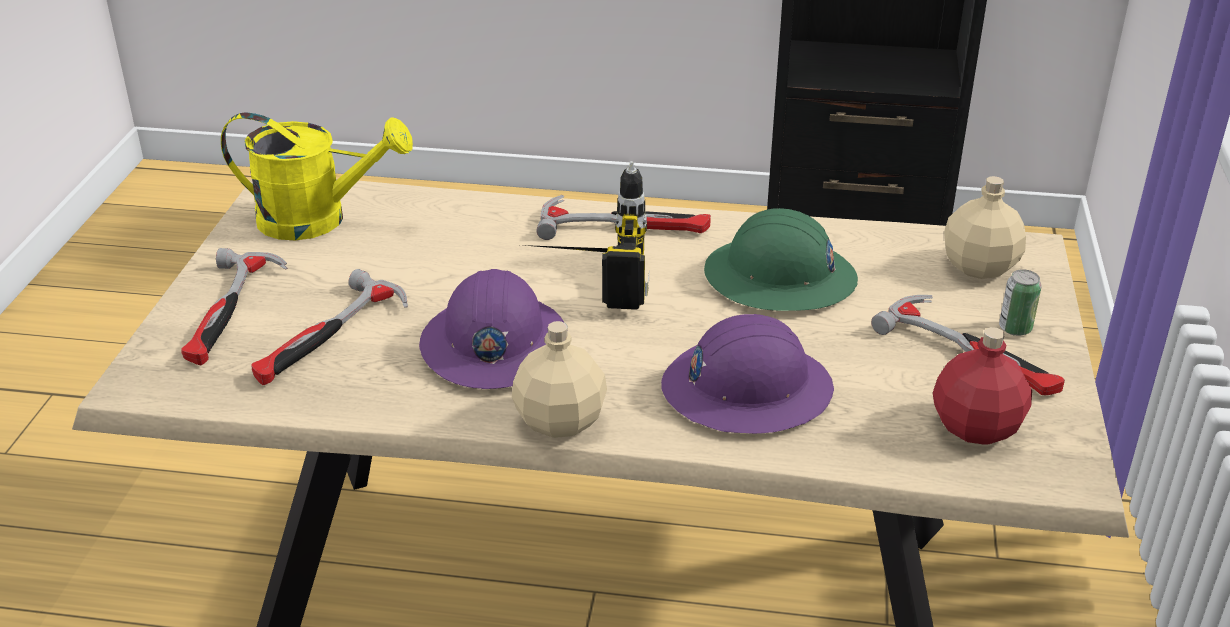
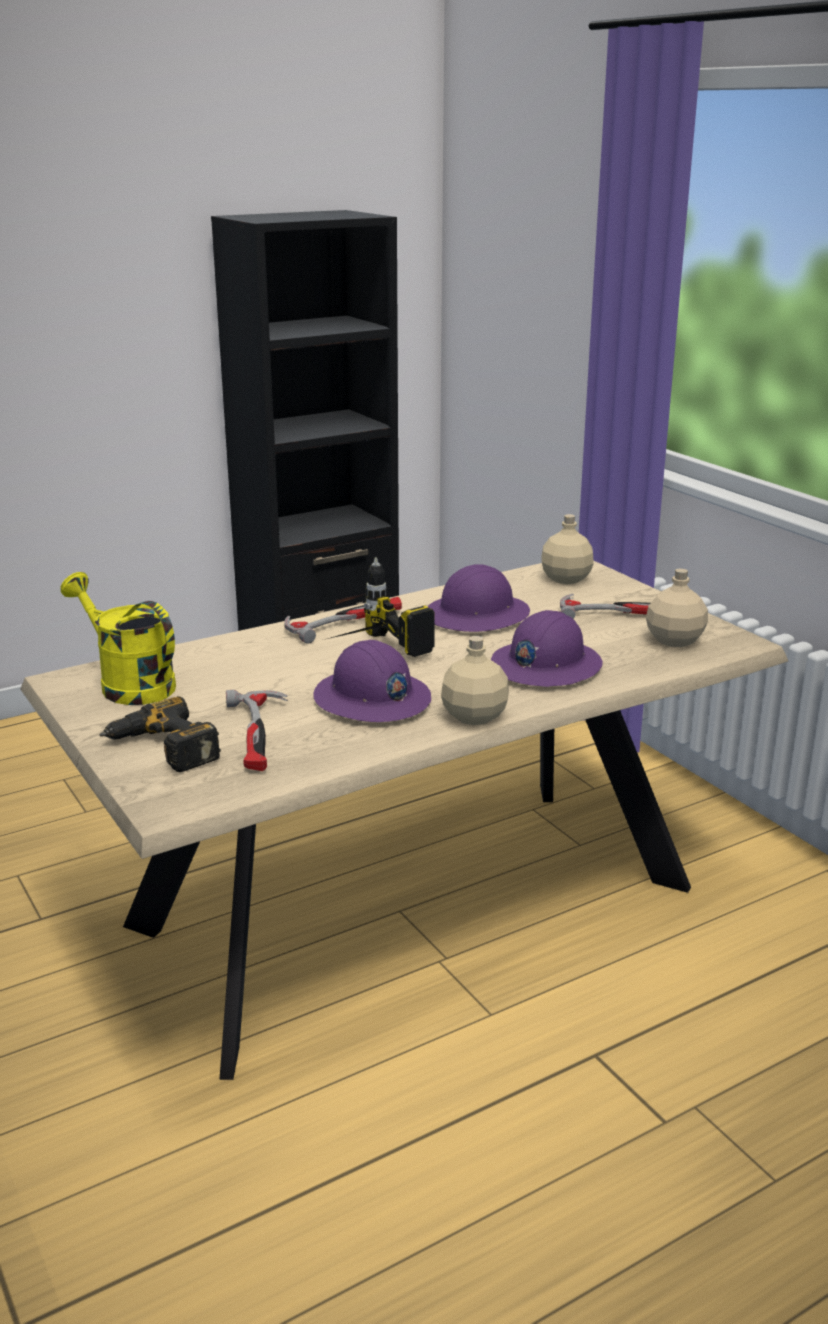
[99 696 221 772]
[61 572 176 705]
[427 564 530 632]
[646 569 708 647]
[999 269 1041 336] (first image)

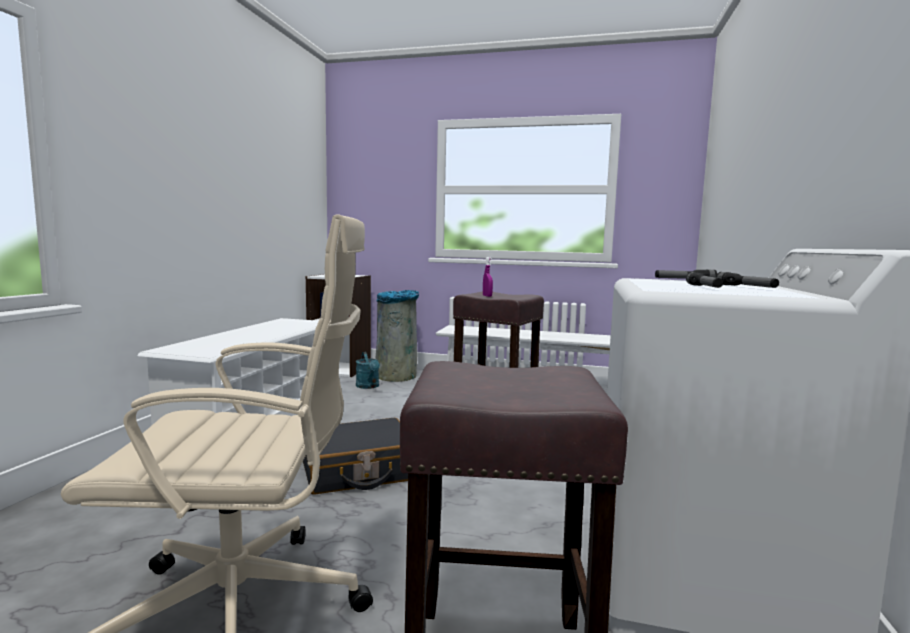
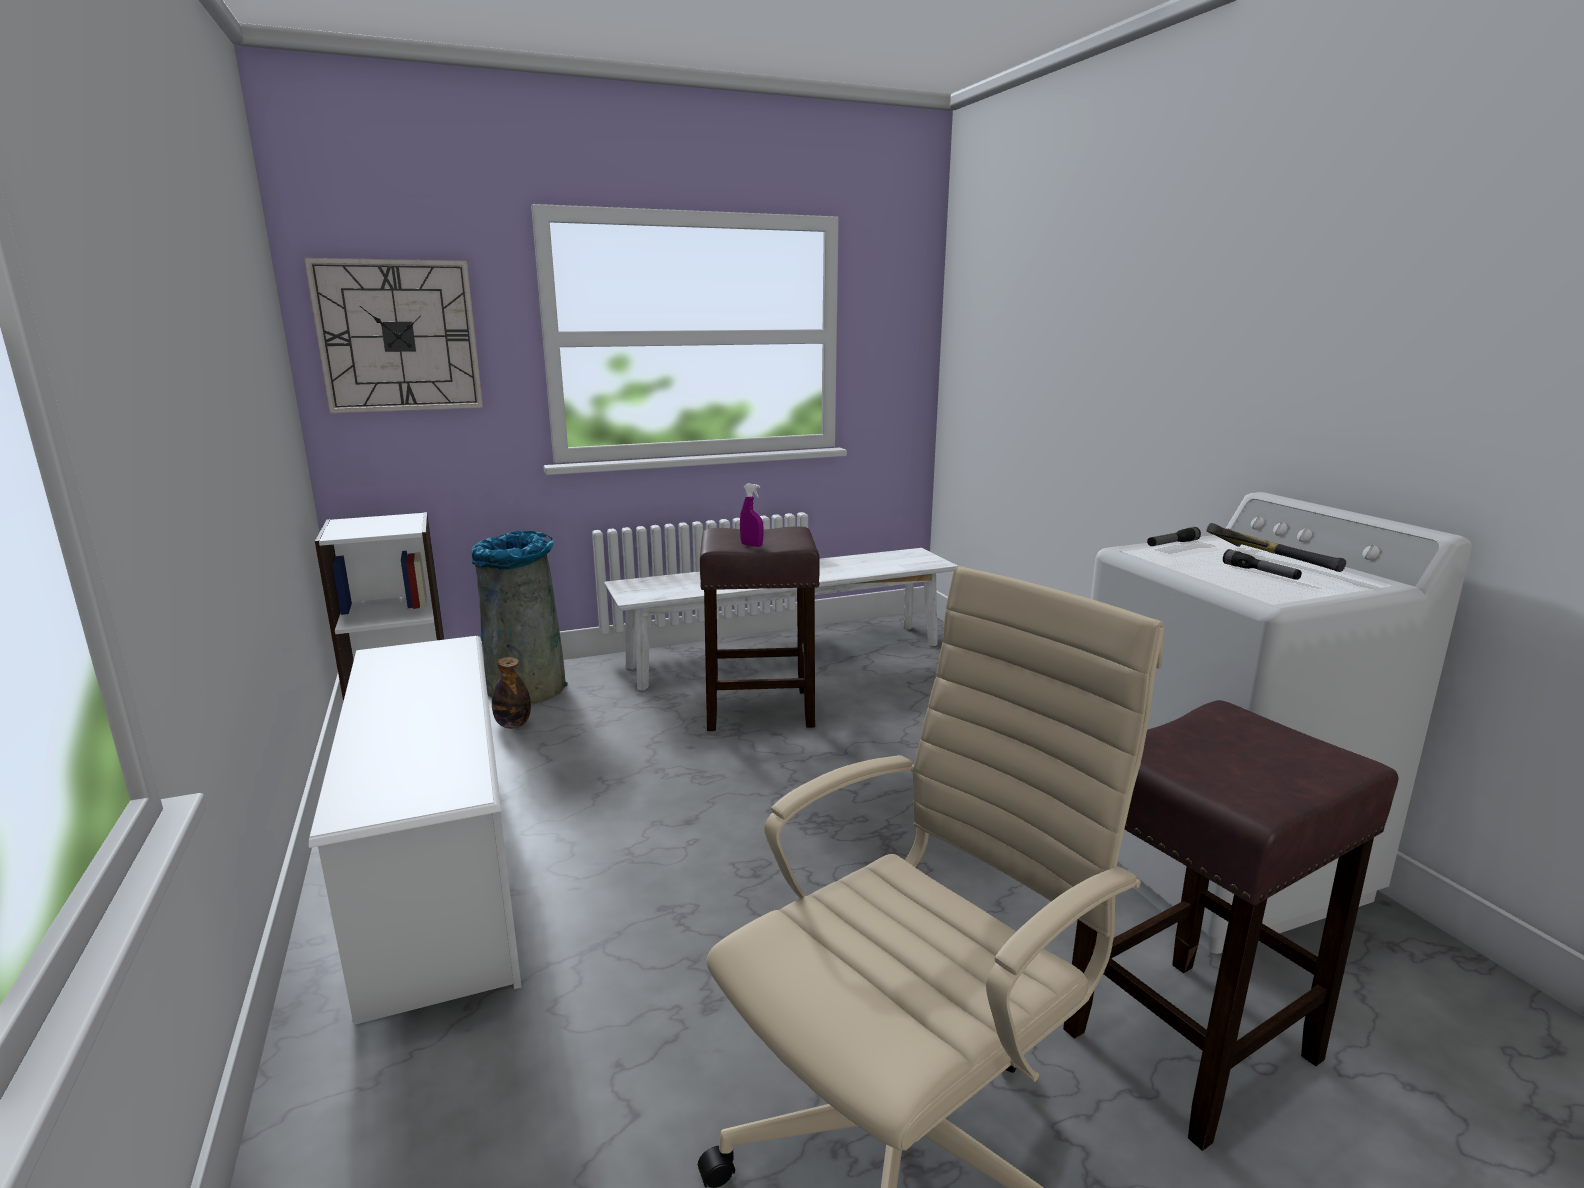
[303 418 408 495] (first image)
[492 657 531 729]
[1206 523 1346 572]
[304 258 483 413]

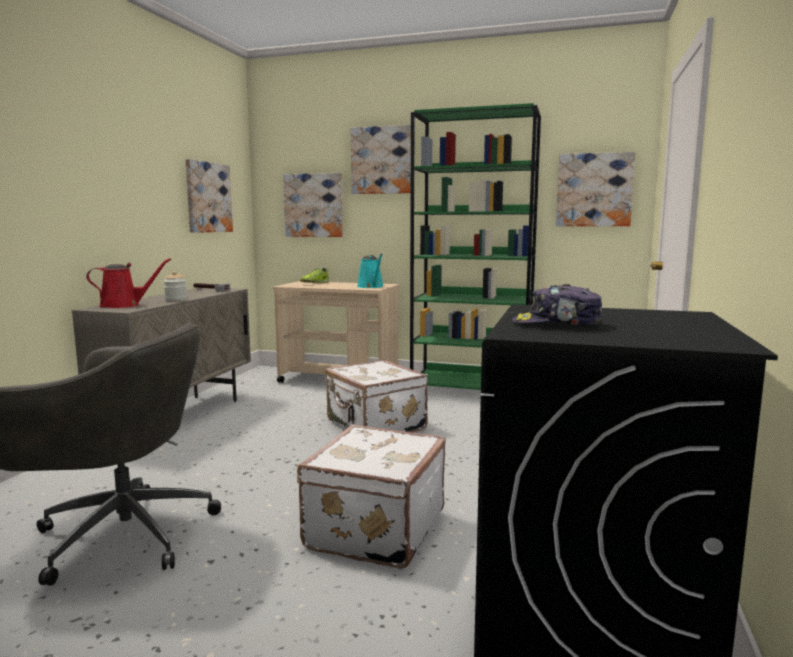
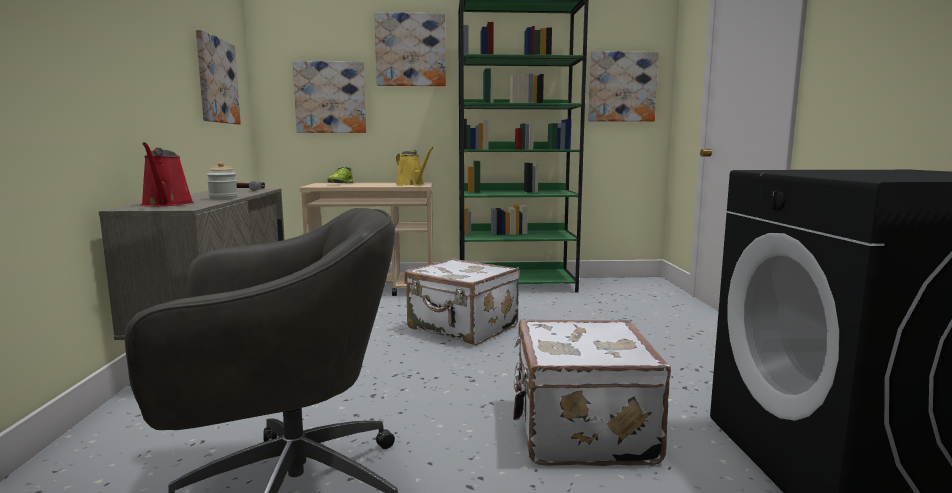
[141 142 194 206]
[396 147 434 186]
[512 284 603 326] (first image)

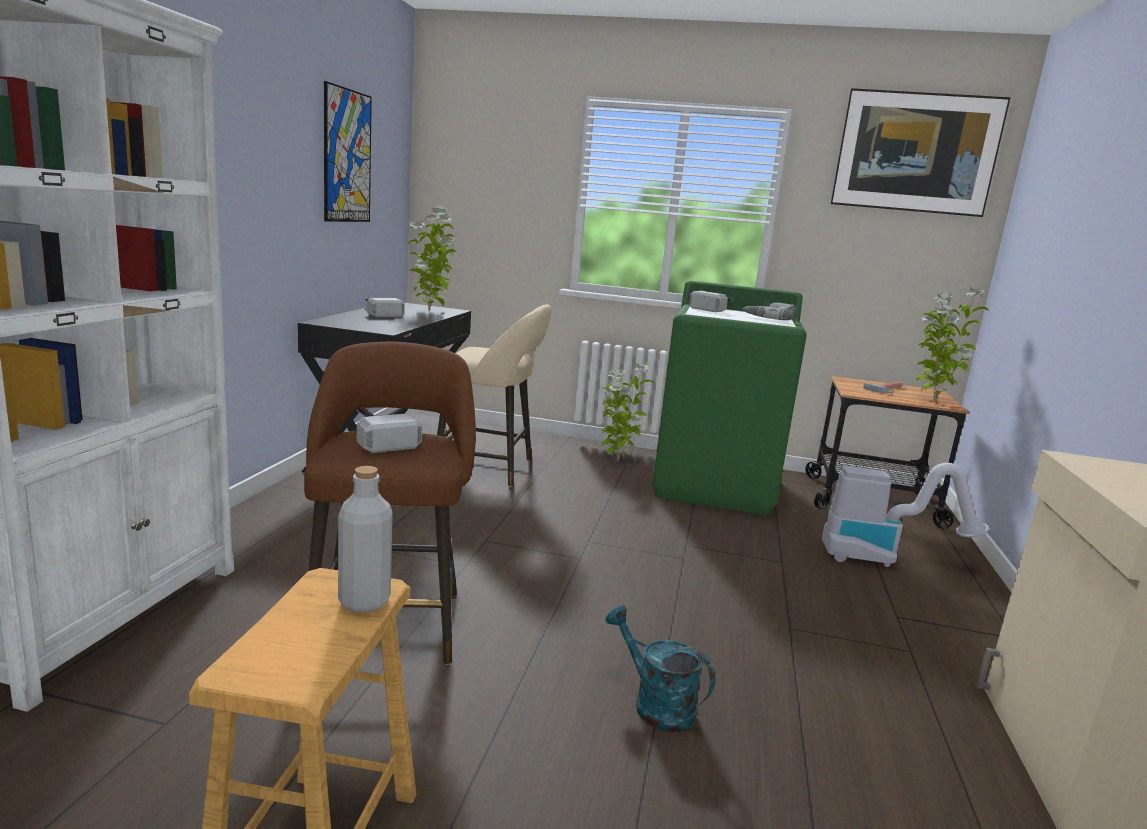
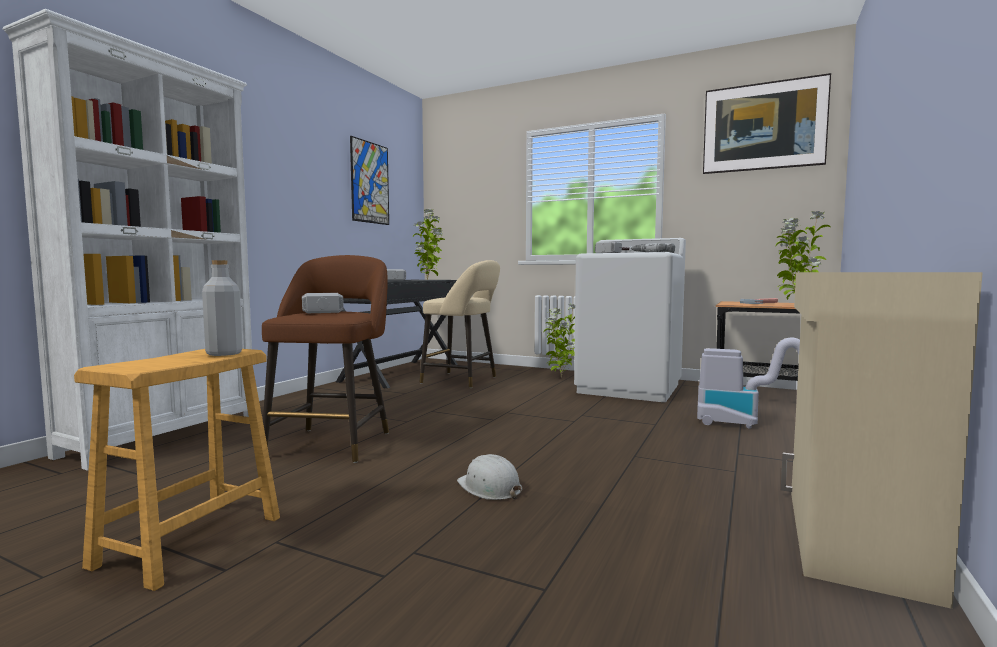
[457 454 522 500]
[574 238 686 402]

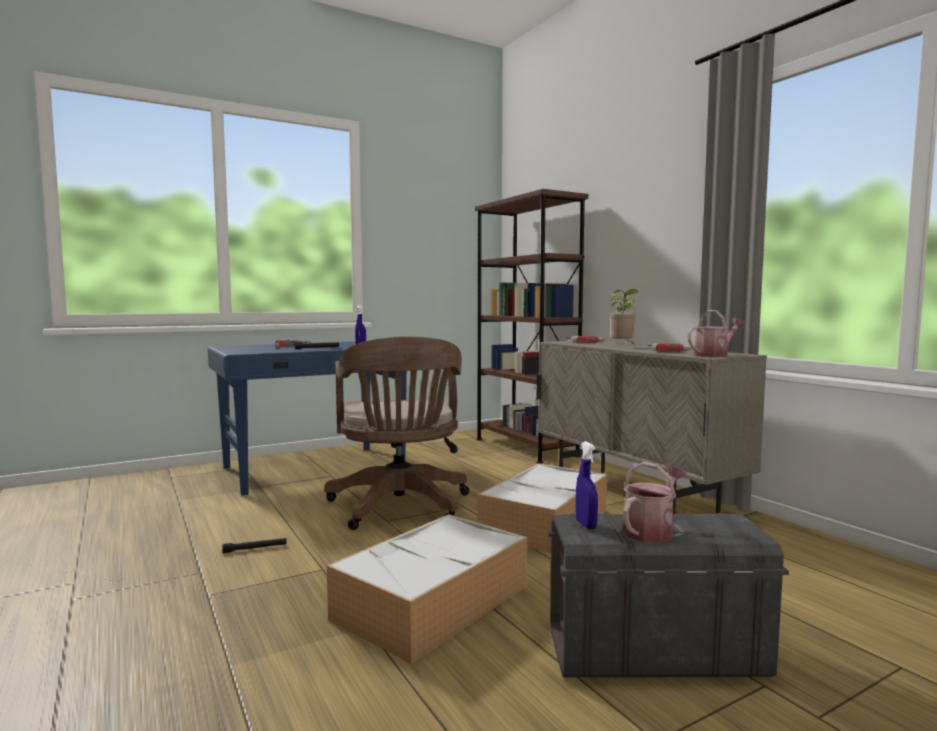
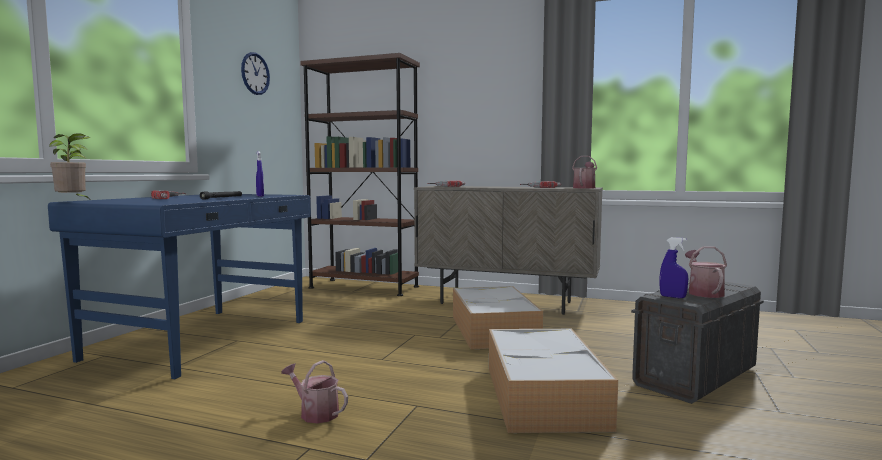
[281 360 348 424]
[324 336 469 530] (first image)
[49 133 91 199]
[241 52 270 95]

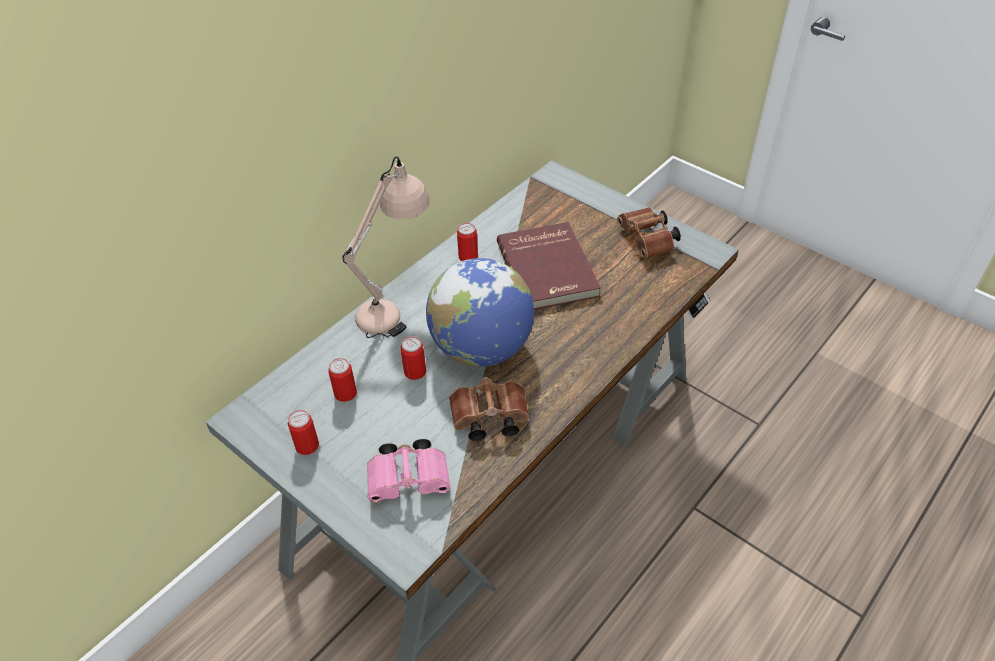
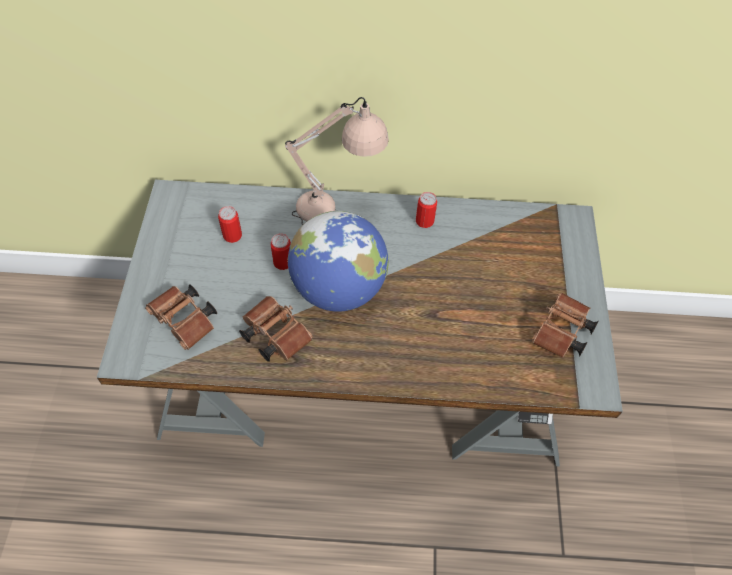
[288 410 319 455] (first image)
[145 284 217 350]
[497 222 601 310] (first image)

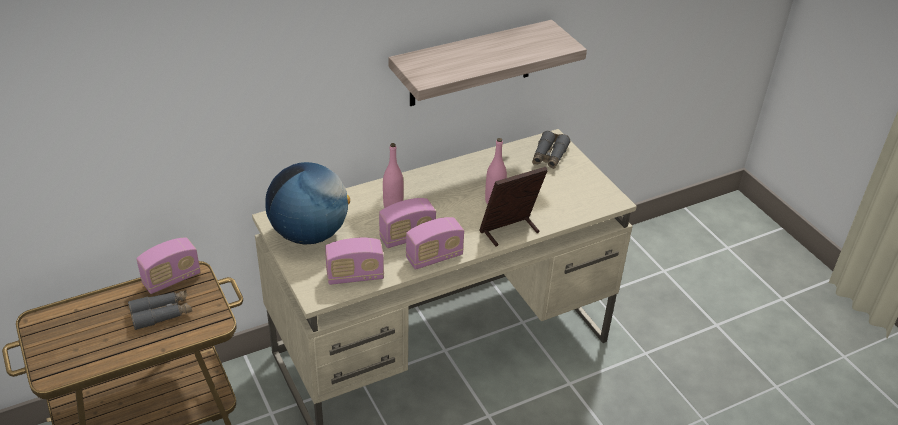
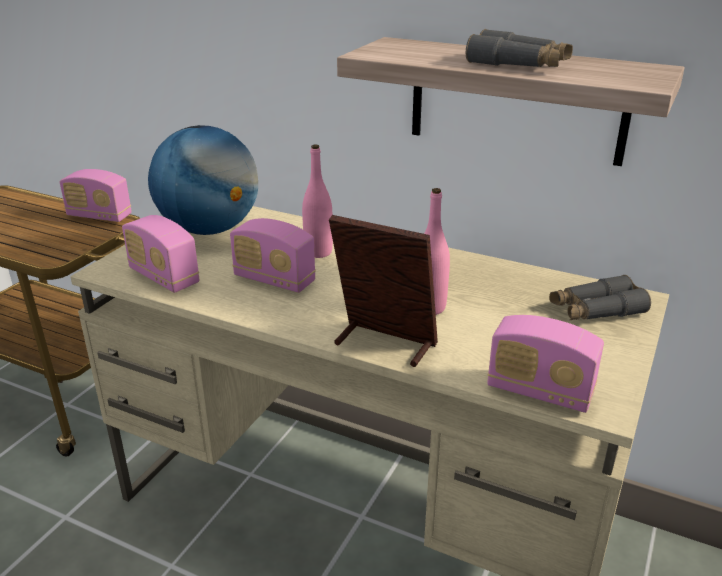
[466 29 573 67]
[487 315 604 413]

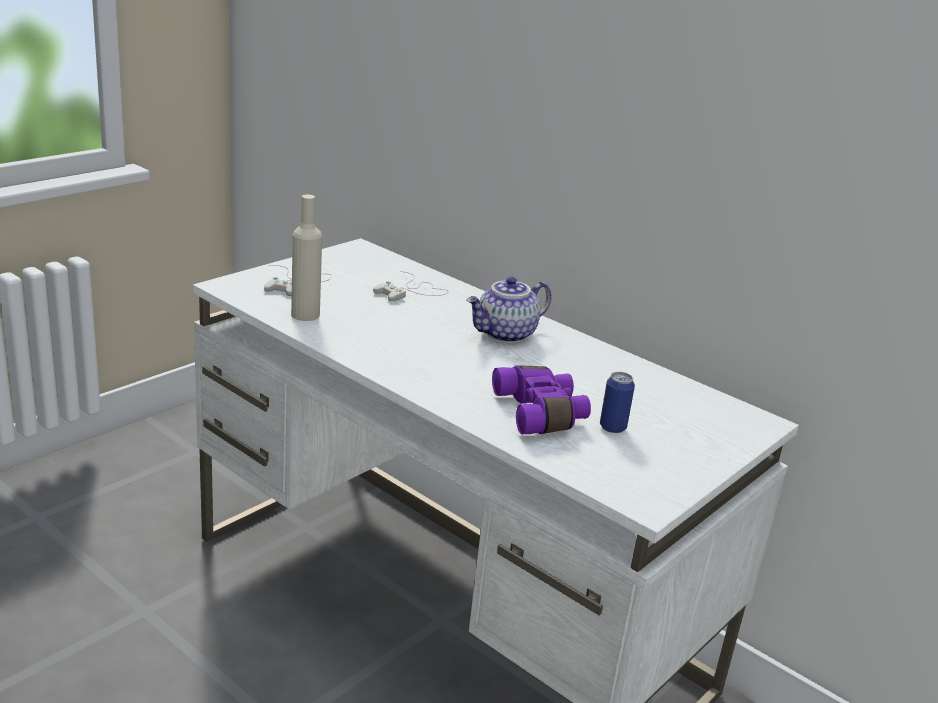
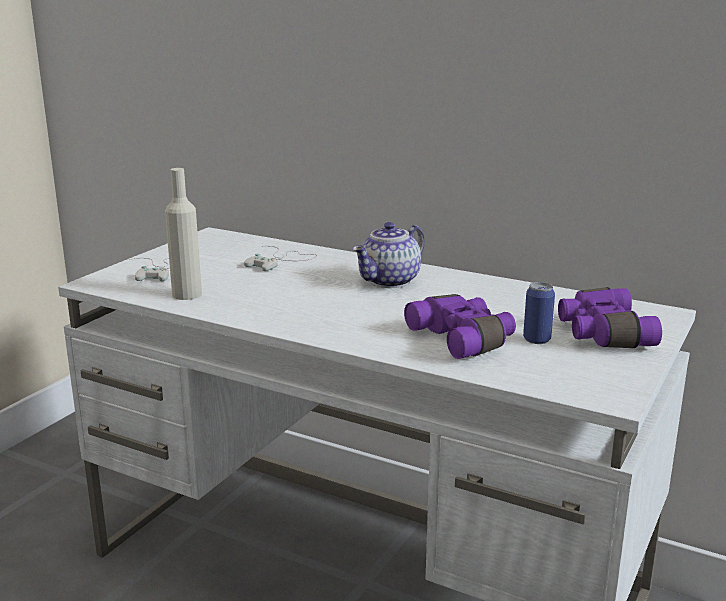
[558 287 662 348]

